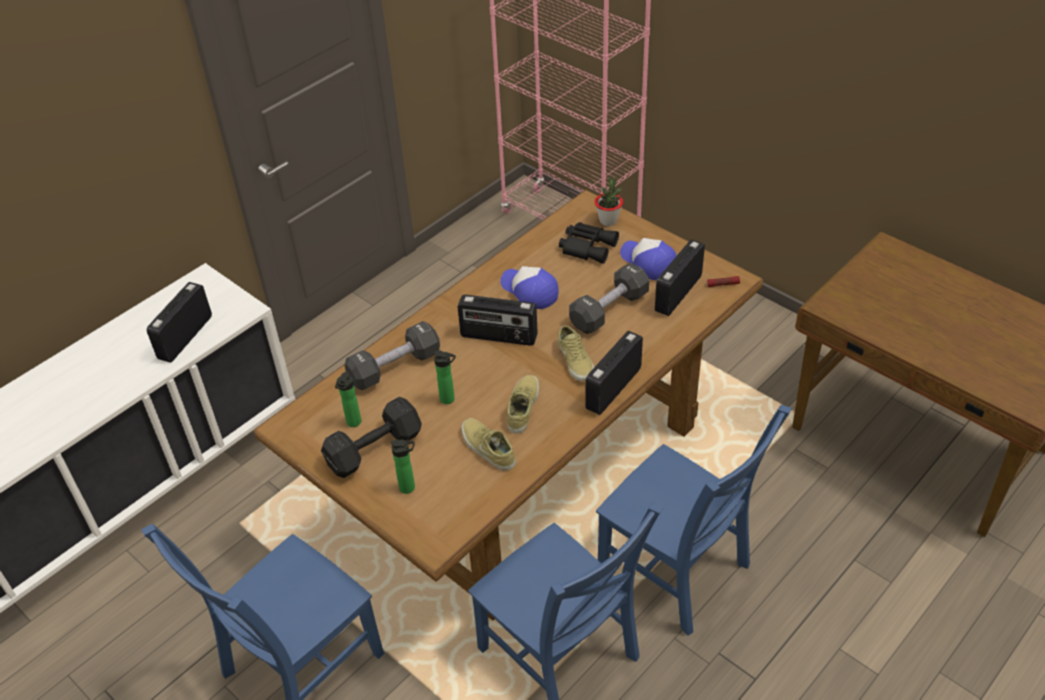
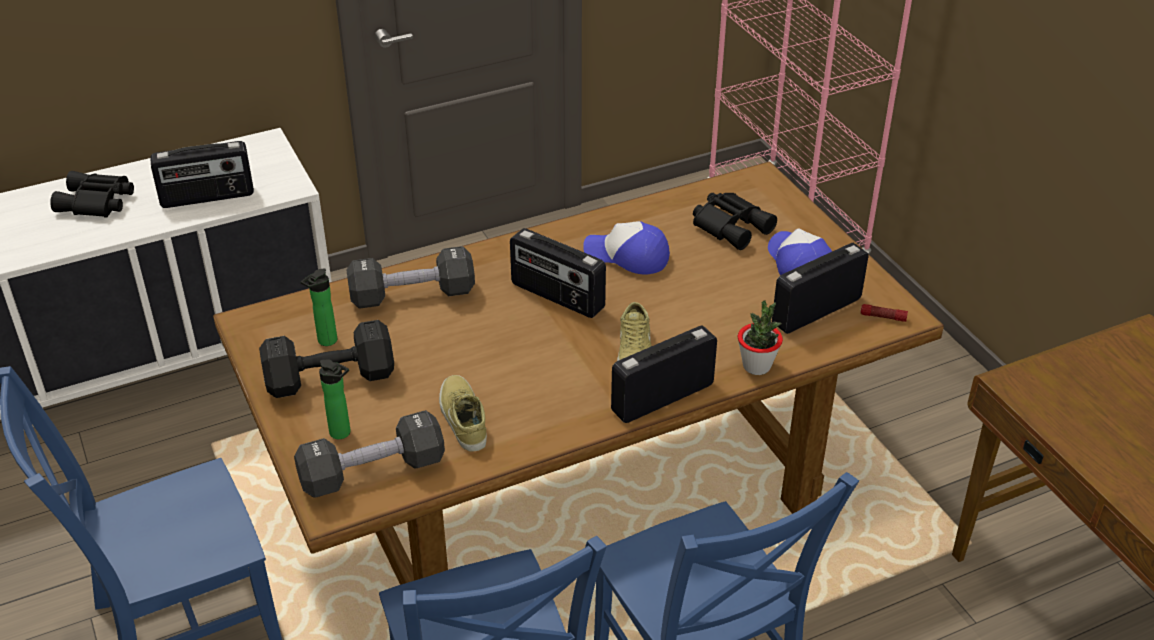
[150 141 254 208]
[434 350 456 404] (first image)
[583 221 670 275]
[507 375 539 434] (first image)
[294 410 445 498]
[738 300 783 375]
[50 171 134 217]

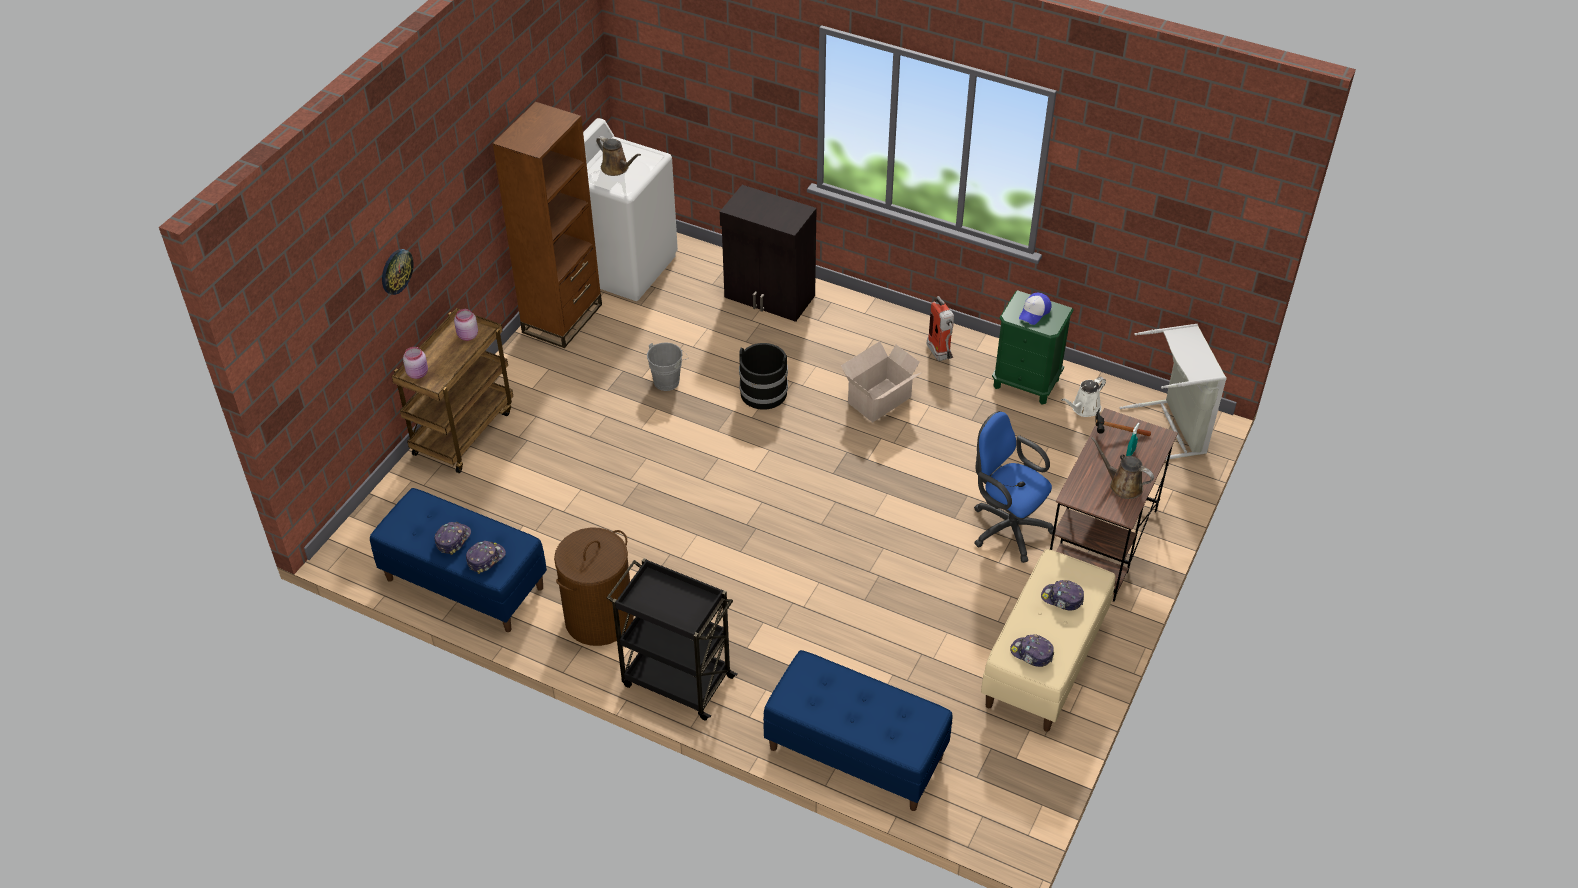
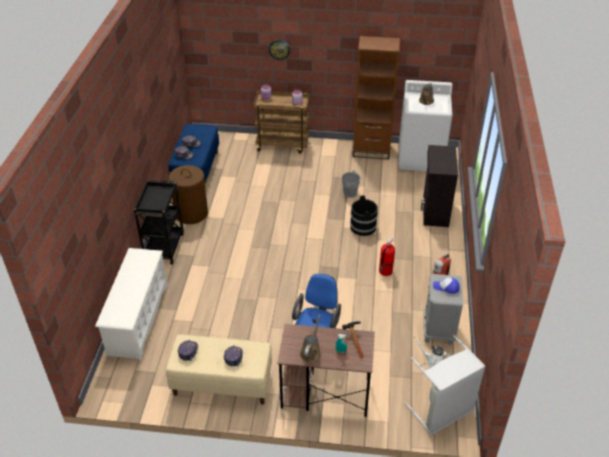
[95 248 168 361]
[379 237 395 276]
[424 274 463 345]

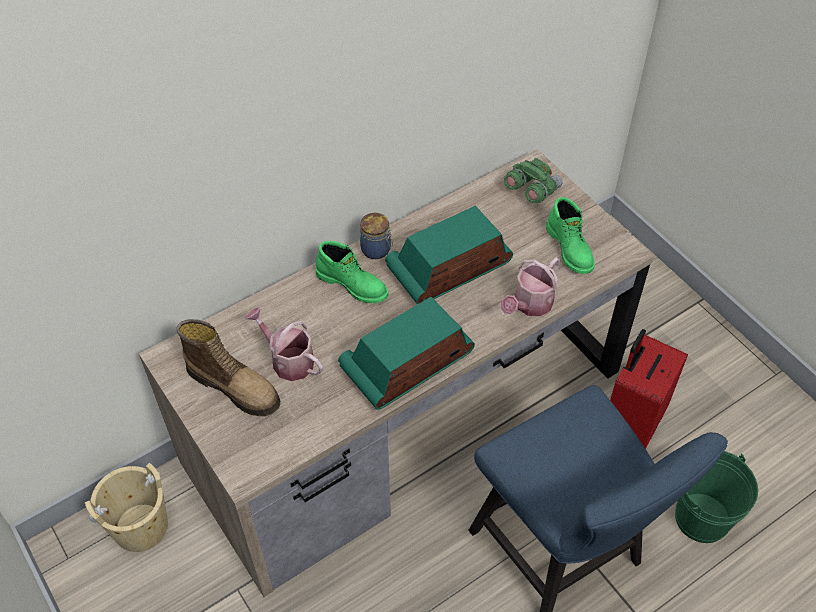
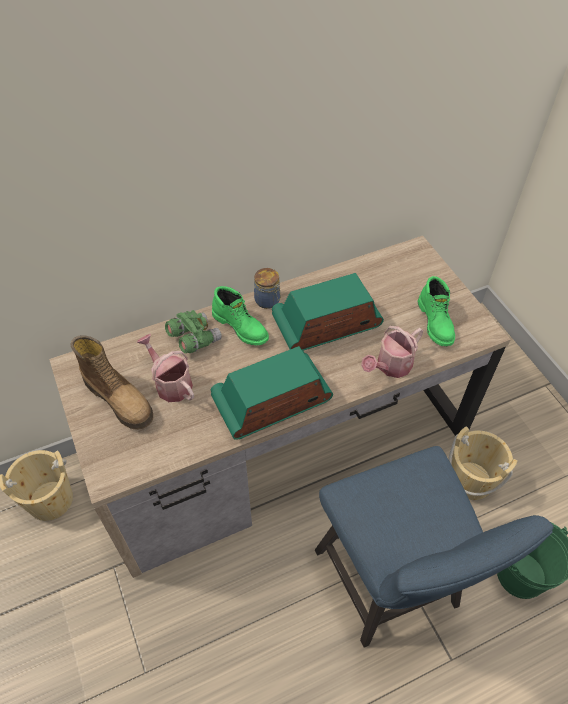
[165 310 222 353]
[449 426 518 500]

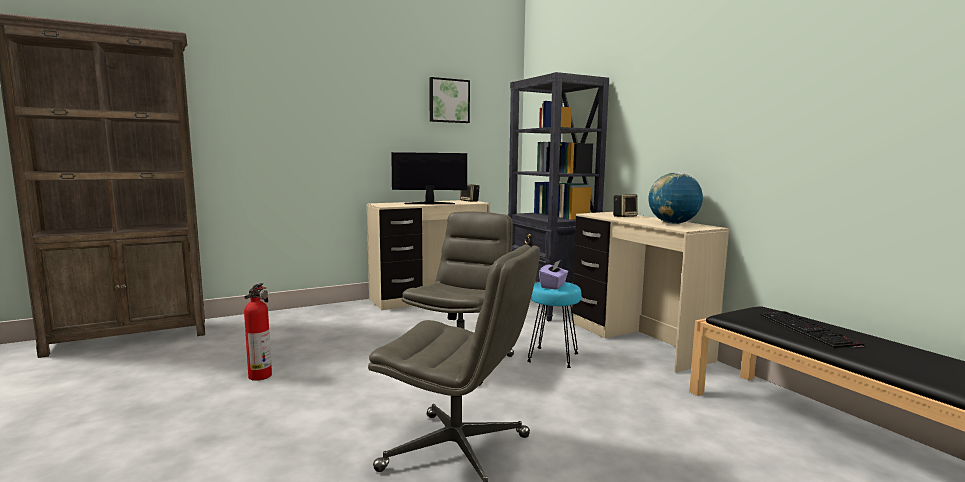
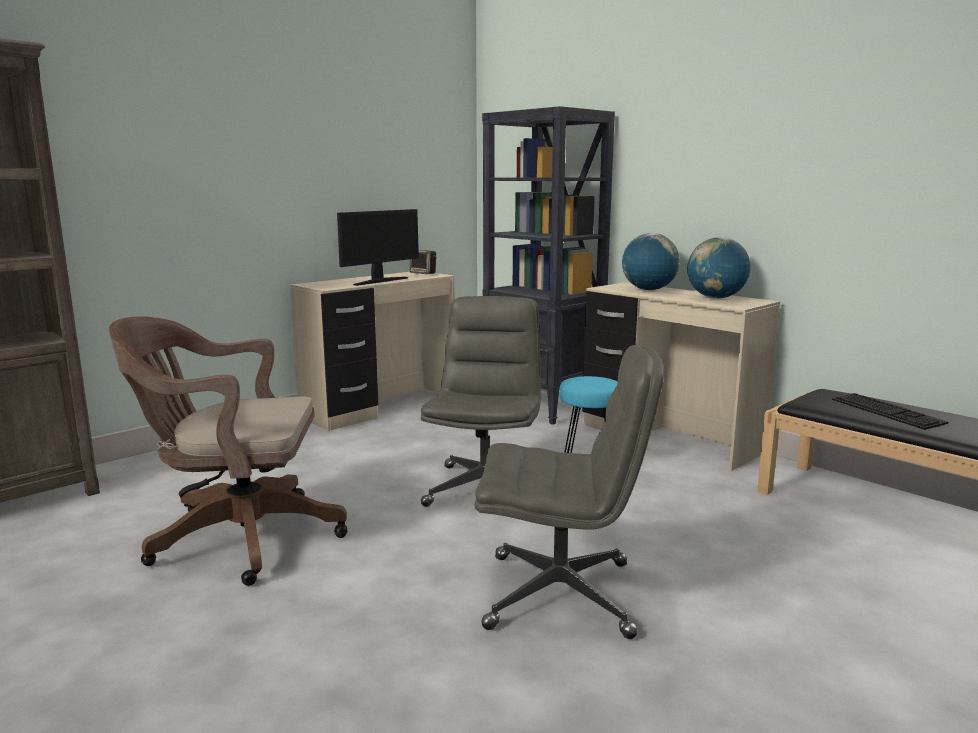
[109 316 348 586]
[337 209 419 286]
[429 77 470 123] (first image)
[539 260 568 289] (first image)
[622 233 680 290]

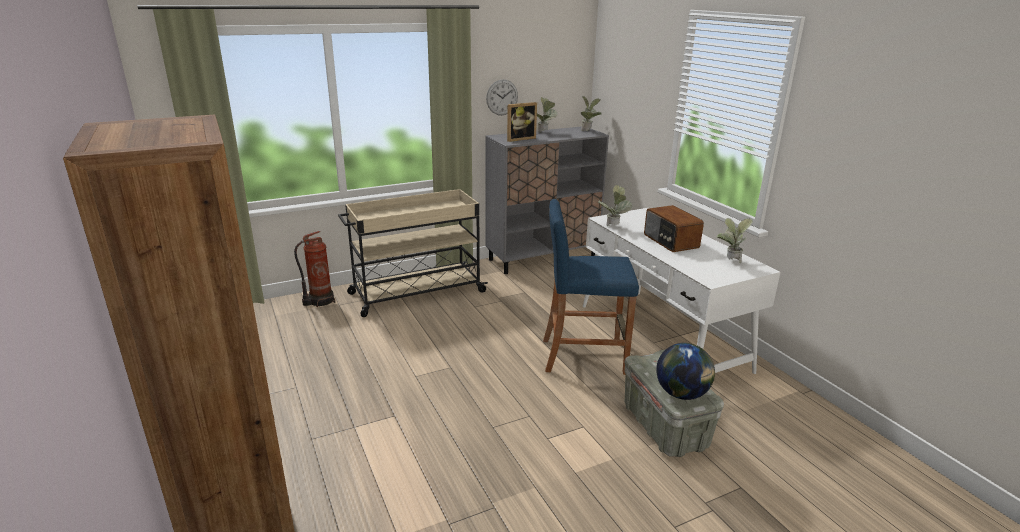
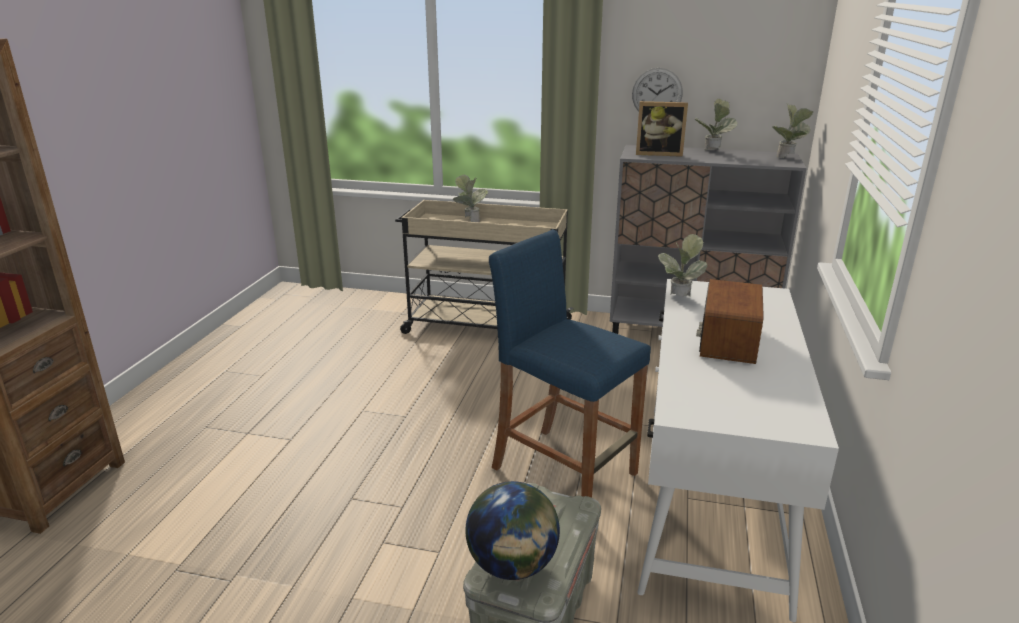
[294 231 335 307] (first image)
[453 175 488 222]

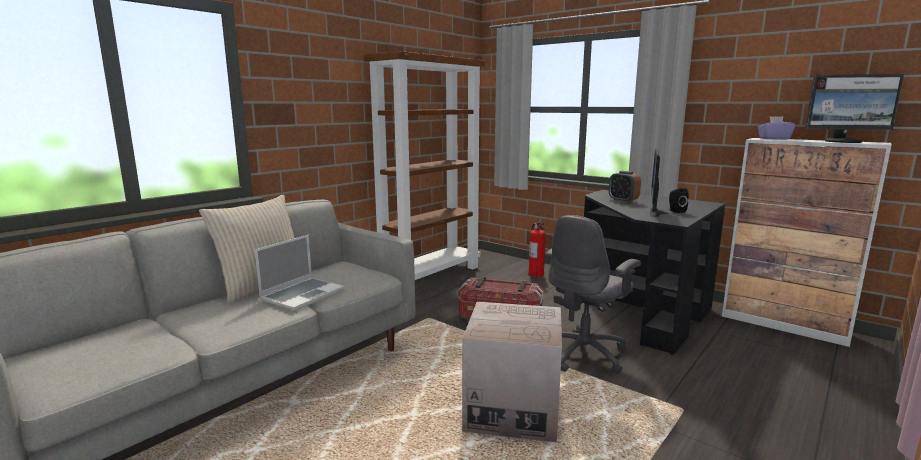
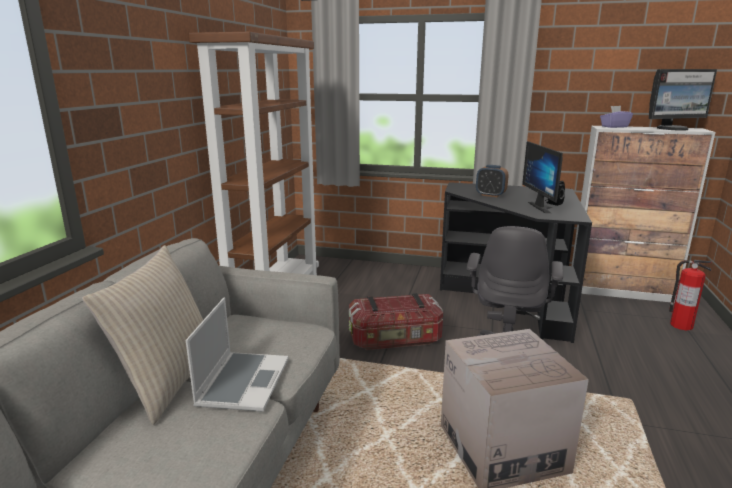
[669 260 712 330]

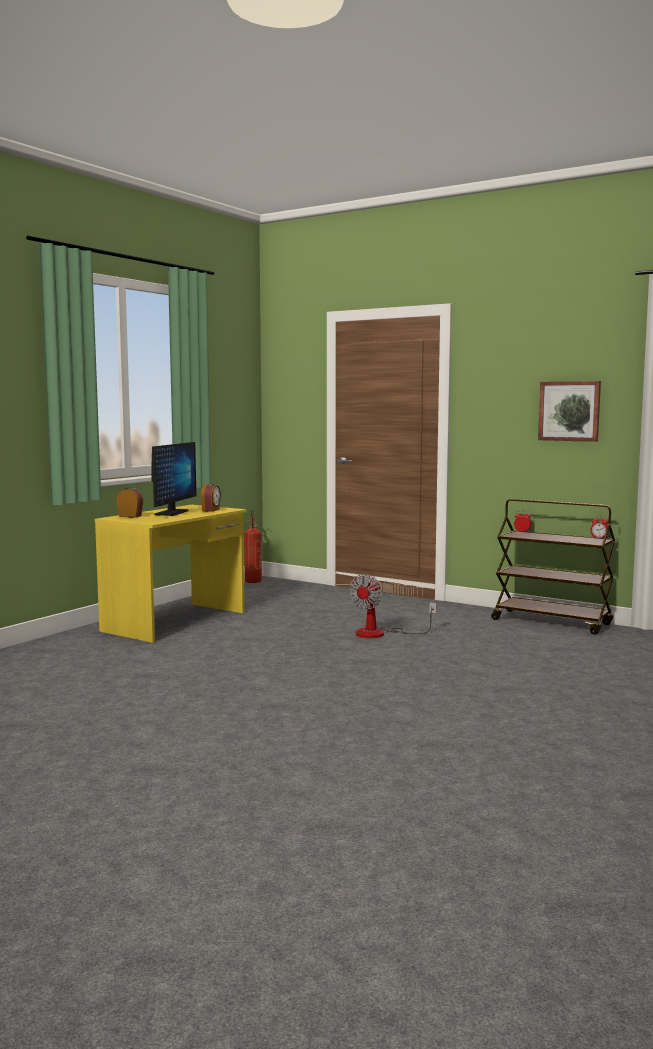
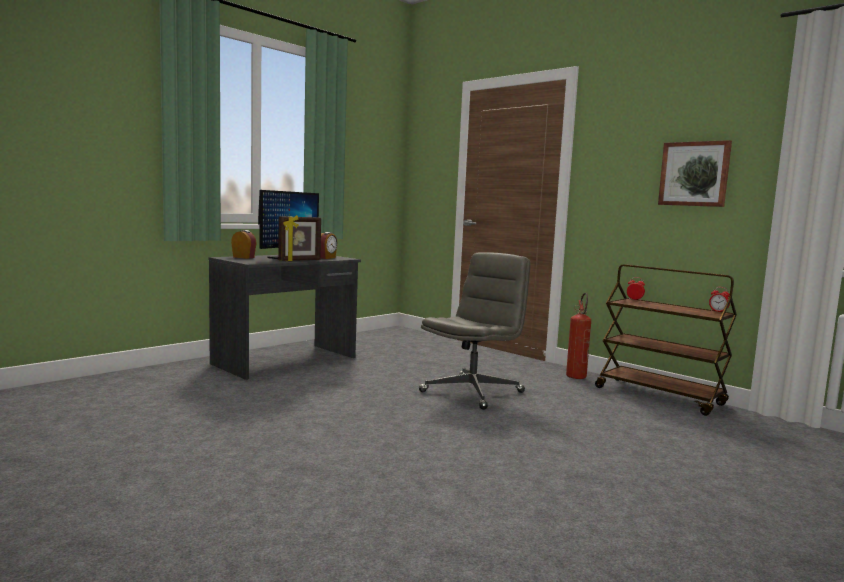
[209 255 361 380]
[566 293 591 379]
[419 252 530 410]
[278 215 321 261]

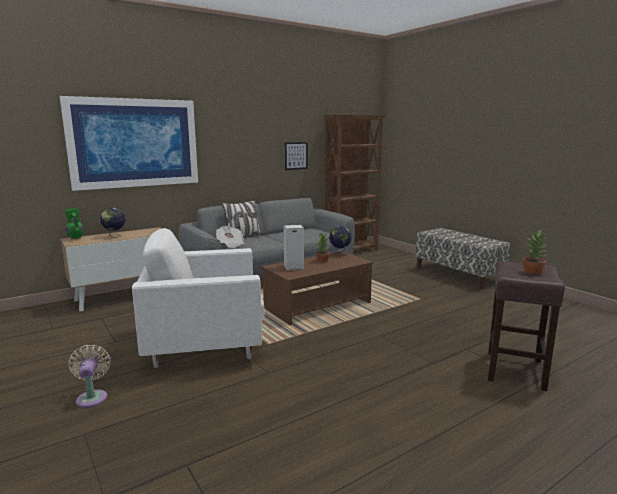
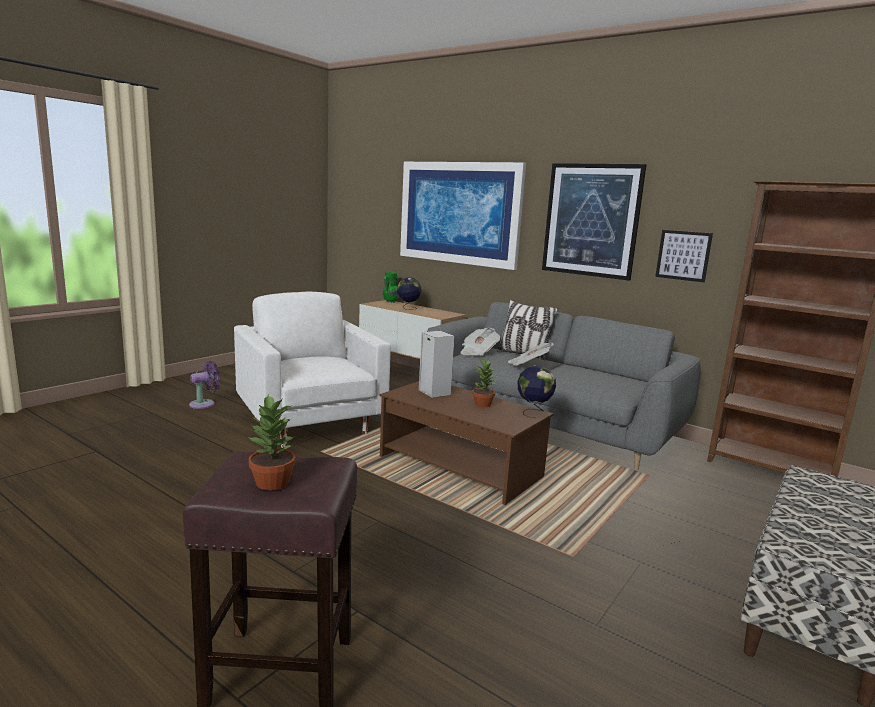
[189 361 220 409]
[508 343 554 366]
[542 163 647 281]

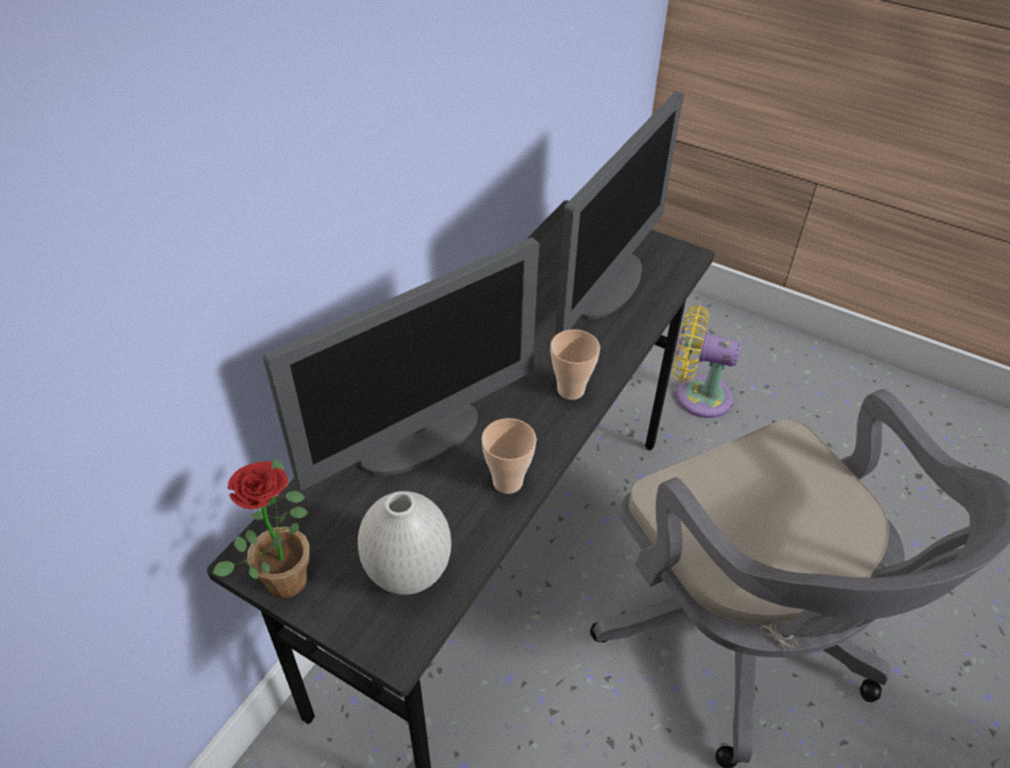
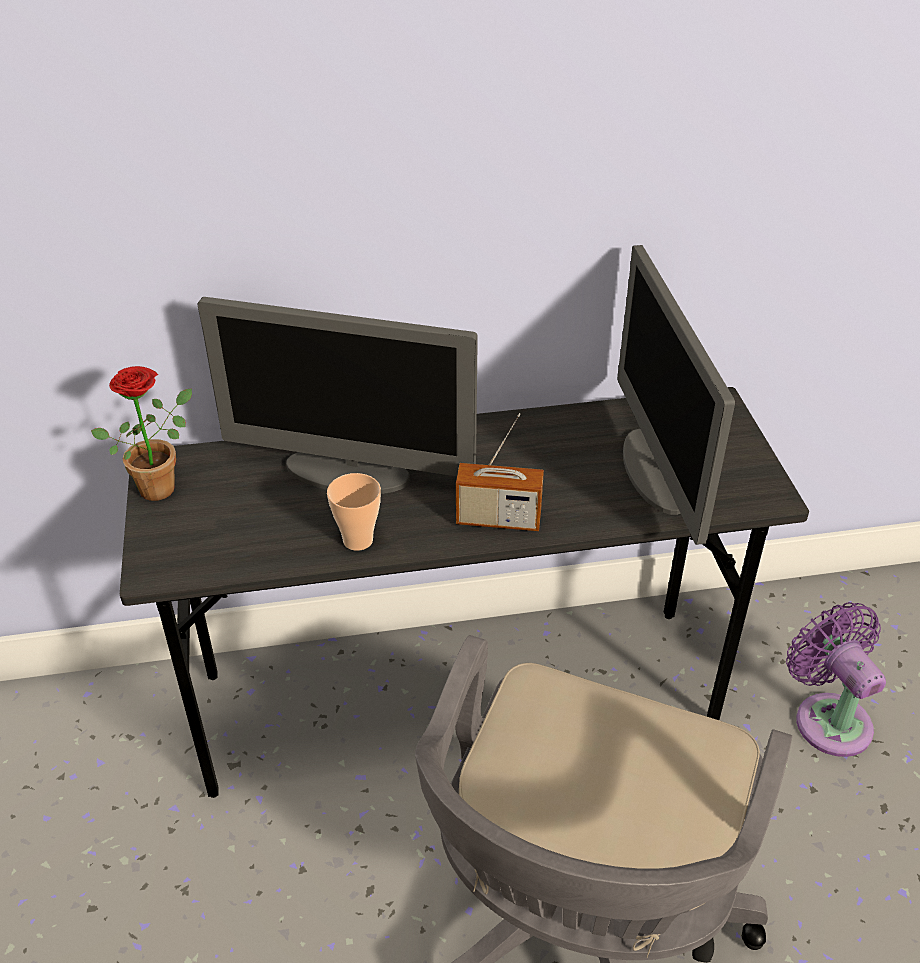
[358 491 451 595] (first image)
[456 413 544 531]
[617 245 735 545]
[786 602 886 757]

